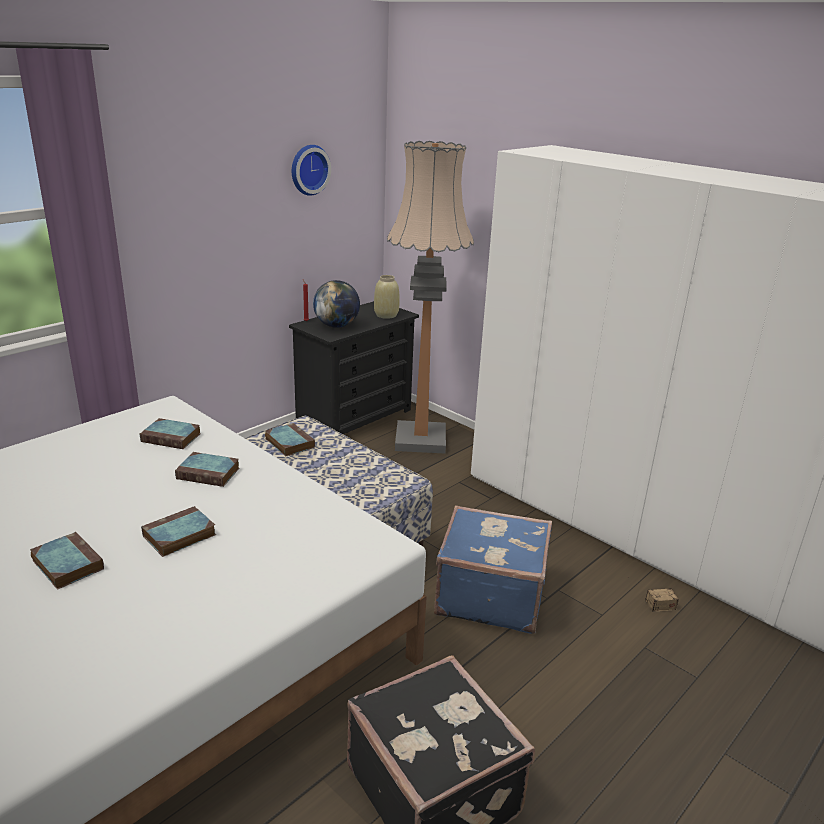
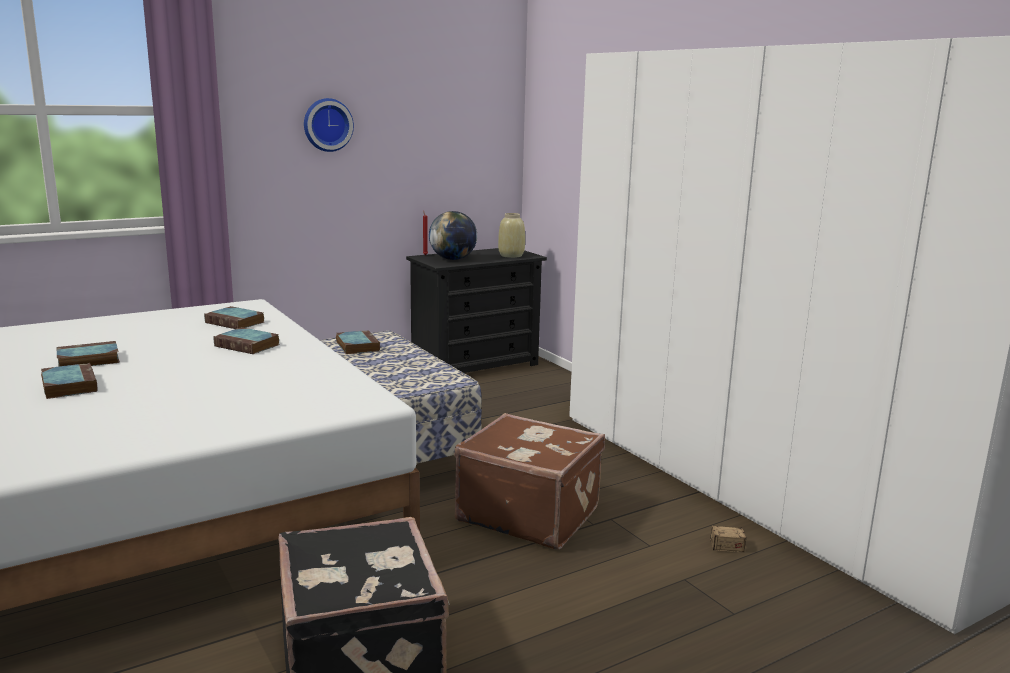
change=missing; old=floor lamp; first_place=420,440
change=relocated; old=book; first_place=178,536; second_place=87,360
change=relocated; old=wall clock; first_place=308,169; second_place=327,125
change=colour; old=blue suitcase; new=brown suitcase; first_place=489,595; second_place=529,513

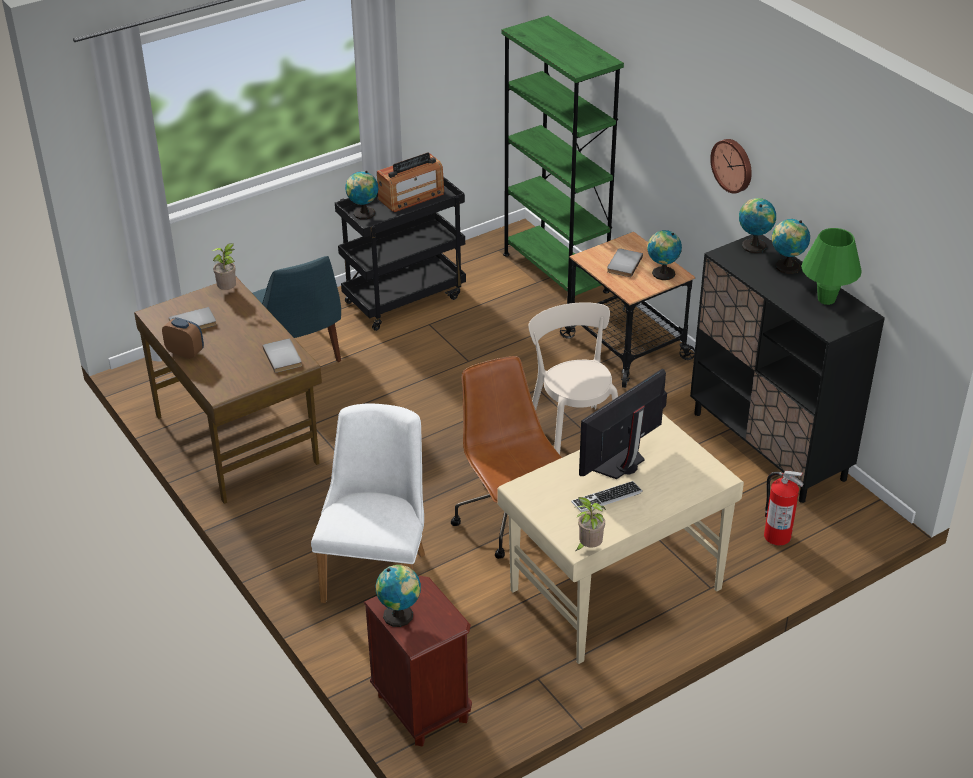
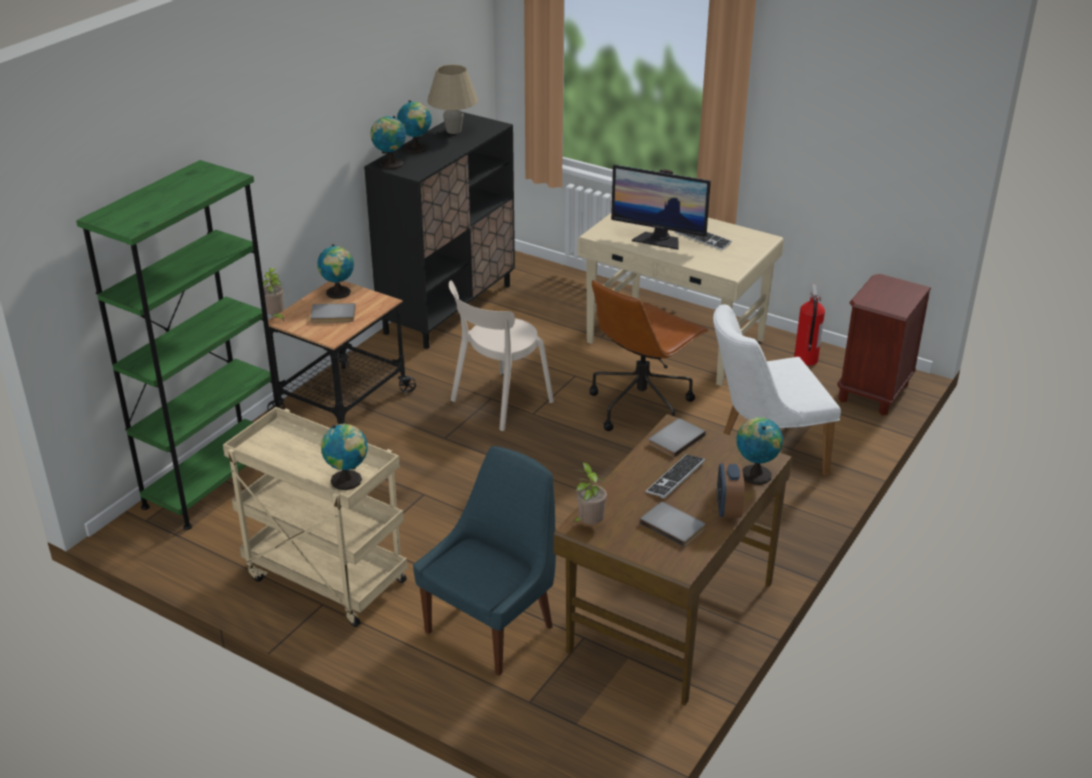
change=missing; old=radio; first_place=411,197
change=missing; old=wall clock; first_place=733,165
change=appeared; new=keyboard; second_place=675,477
change=relocated; old=globe; first_place=400,616; second_place=755,473
change=relocated; old=potted plant; first_place=588,547; second_place=275,317
change=relocated; old=fire extinguisher; first_place=777,536; second_place=805,360
change=colour; old=black cart; new=beige cart; first_place=404,298; second_place=323,580
change=colour; old=green table lamp; new=beige table lamp; first_place=826,299; second_place=453,131

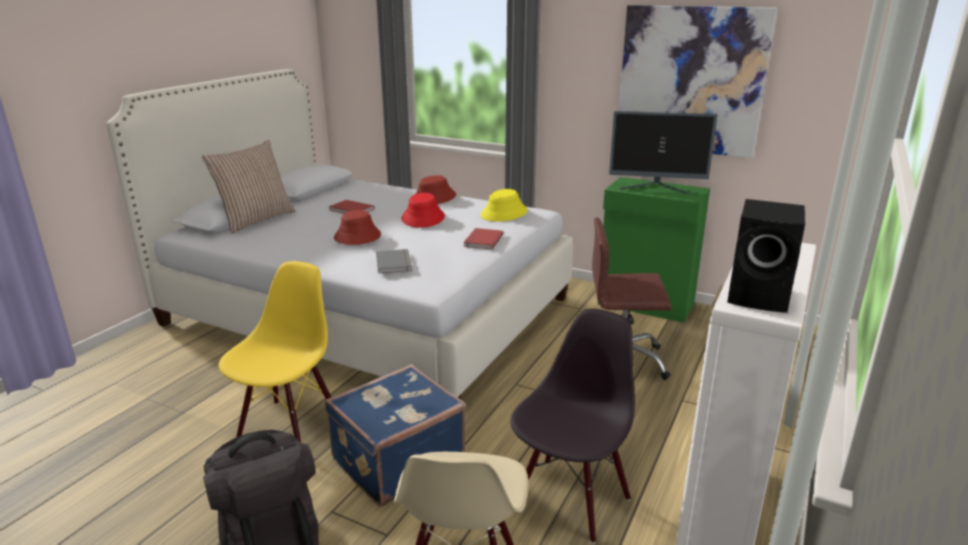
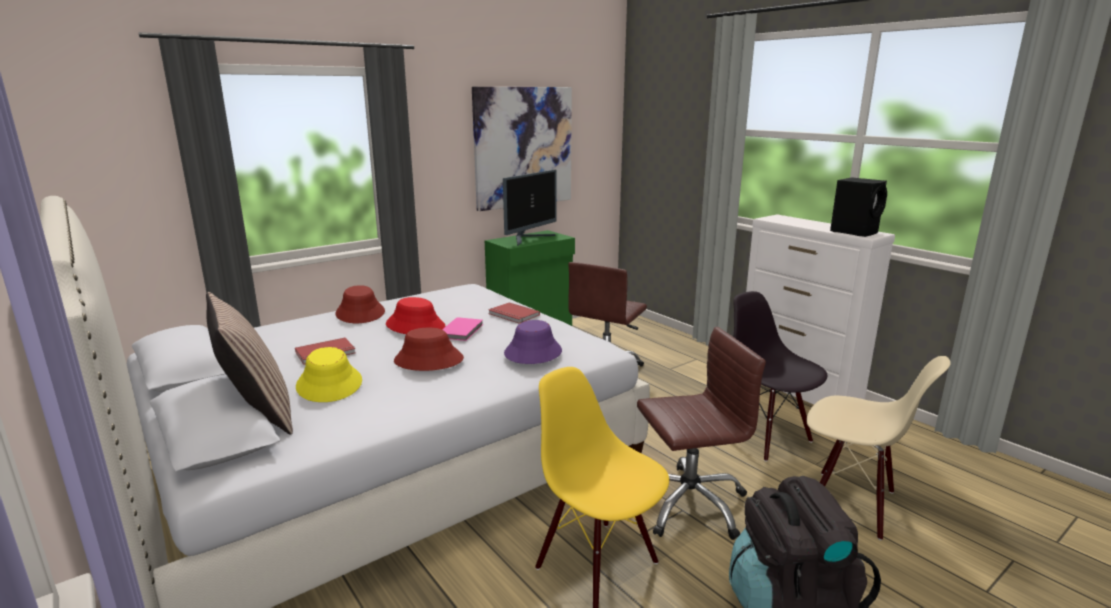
change=appeared; new=pink book; second_place=462,331
change=relocated; old=yellow hat; first_place=504,213; second_place=330,384
change=exchanged; old=blue suitcase; new=brown office chair; first_place=396,461; second_place=688,503
change=exchanged; old=grey book; new=purple hat; first_place=395,263; second_place=533,352

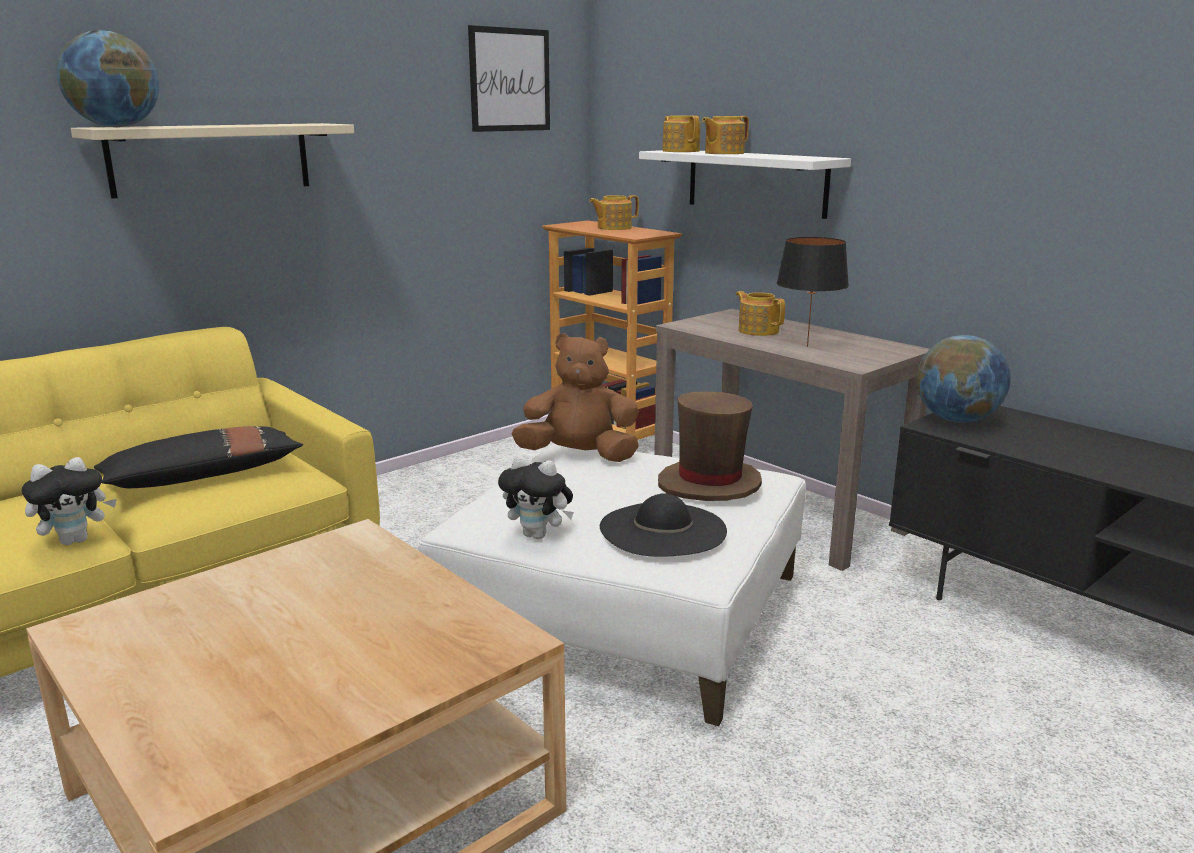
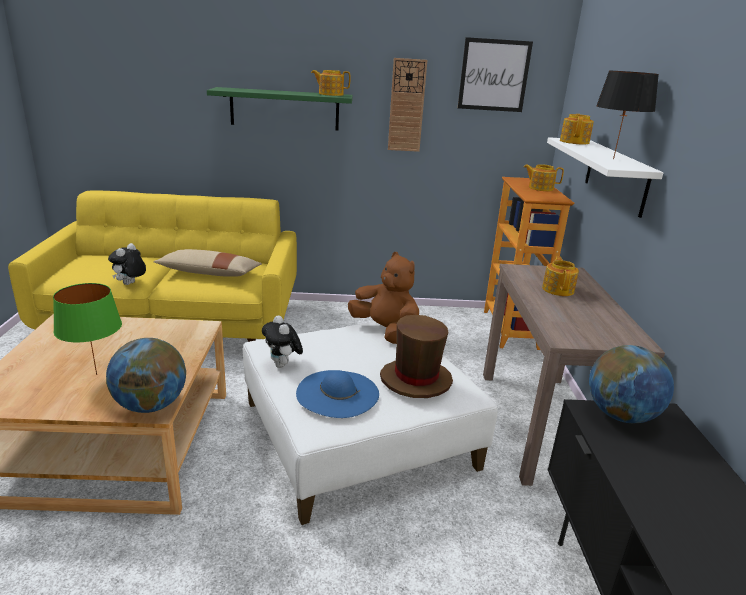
change=appeared; new=green table lamp; second_place=96,375
change=appeared; new=wall clock; second_place=406,106
change=relocated; old=globe; first_place=116,127; second_place=151,405
change=relocated; old=teapot; first_place=723,153; second_place=330,94
change=relocated; old=black table lamp; first_place=806,346; second_place=613,159
change=colour; old=beige shelf; new=green shelf; first_place=211,158; second_place=284,109
change=colour; old=black pillow; new=beige pillow; first_place=204,476; second_place=209,273
change=colour; old=black hat; new=blue hat; first_place=662,529; second_place=337,393
change=spun; old=plush toy; first_place=76,540; second_place=130,284; degrees=105

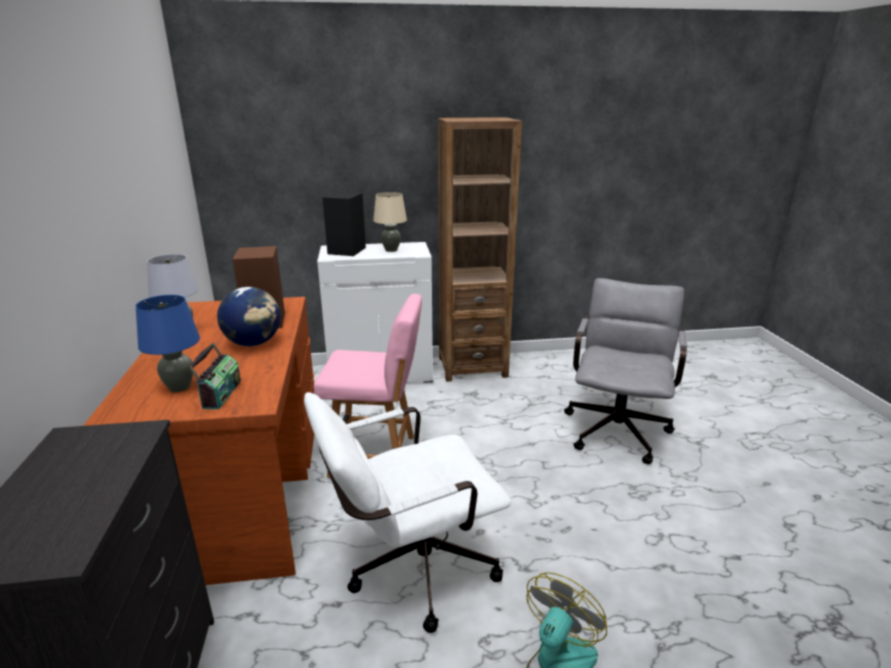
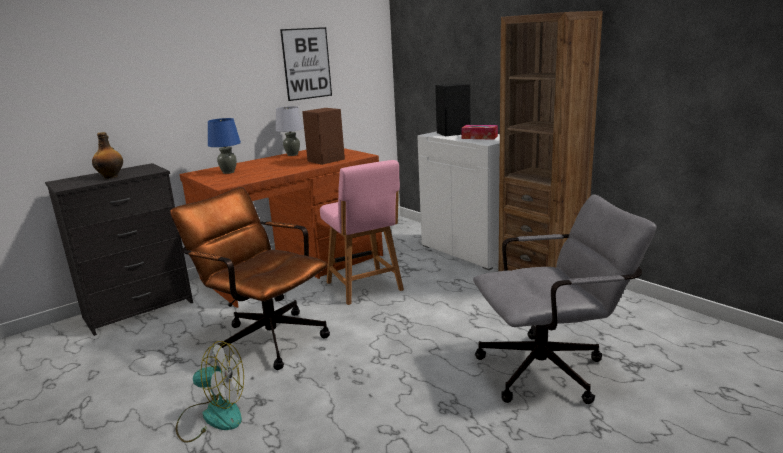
change=missing; old=radio; first_place=220,394
change=missing; old=globe; first_place=254,343
change=appeared; new=bottle; second_place=111,177
change=appeared; new=picture; second_place=306,63
change=exchanged; old=beige table lamp; new=tissue box; first_place=391,250; second_place=479,137
change=colour; old=white office chair; new=brown office chair; first_place=410,570; second_place=265,337

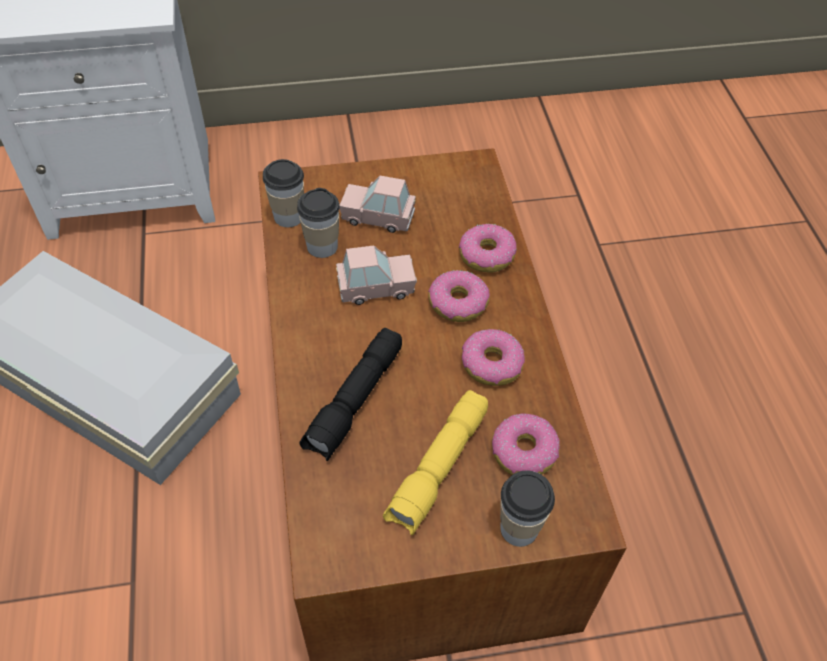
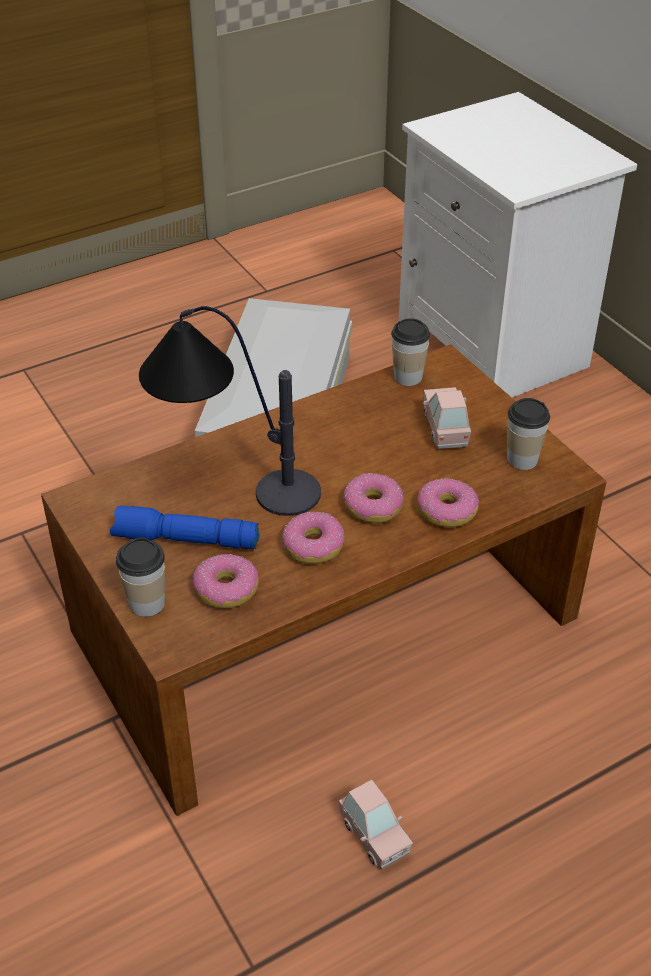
change=relocated; old=cup; first_place=322,246; second_place=522,459
change=relocated; old=pink toy car; first_place=376,288; second_place=374,835
change=exchanged; old=black flashlight; new=table lamp; first_place=356,402; second_place=228,474
change=colour; old=yellow flashlight; new=blue flashlight; first_place=439,469; second_place=184,540

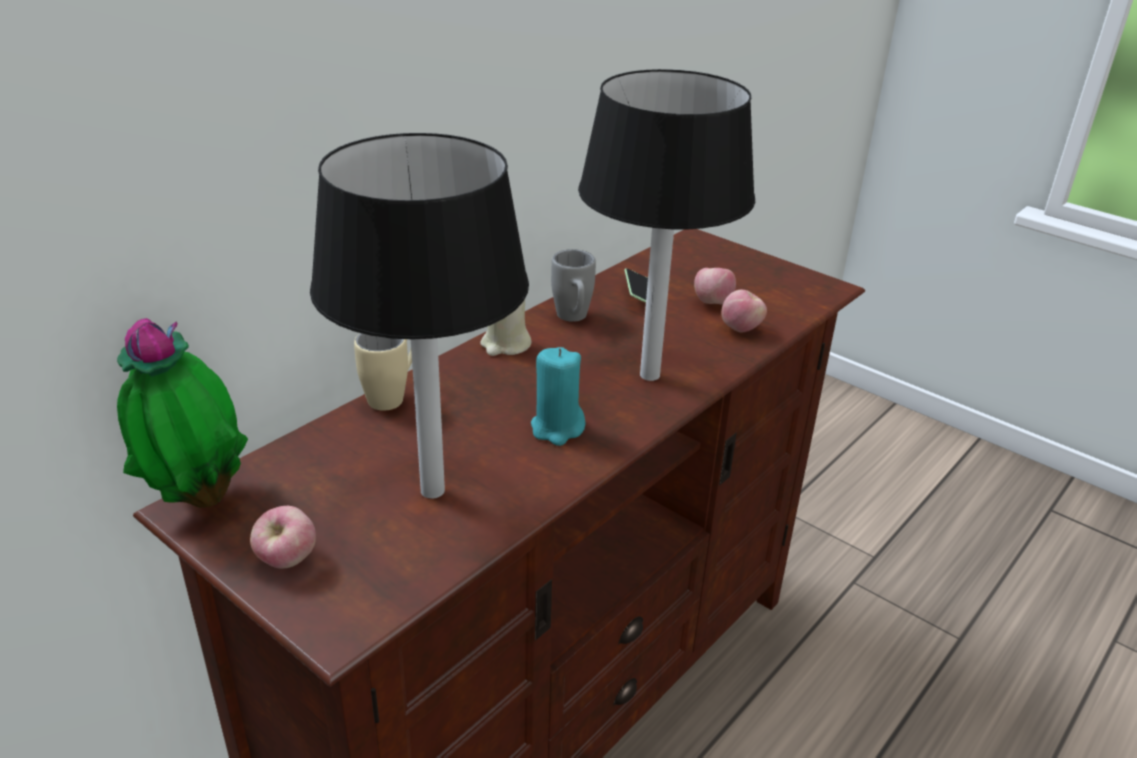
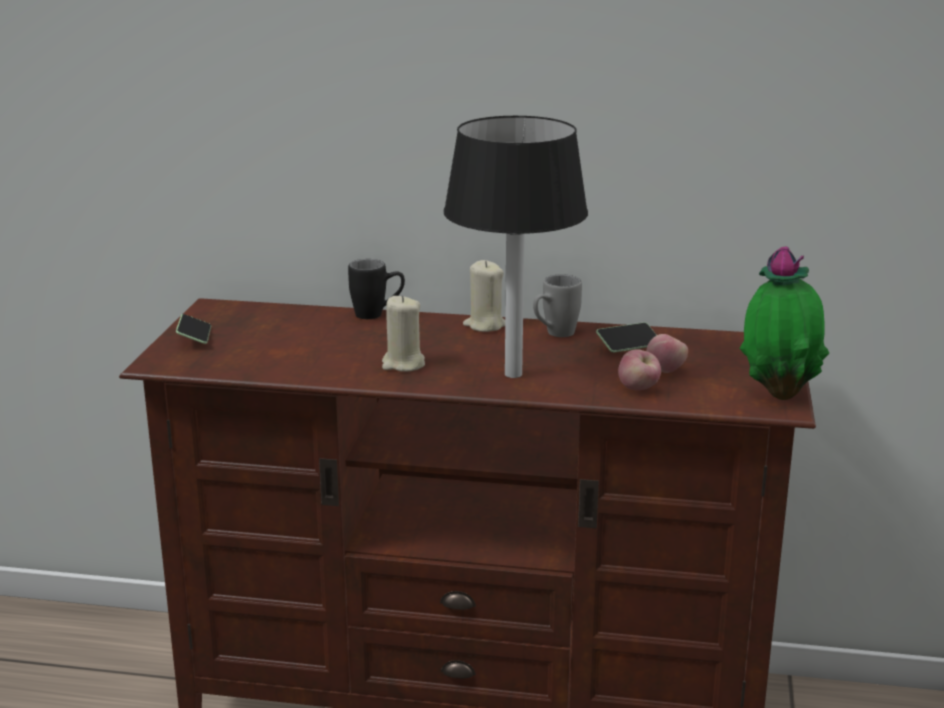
change=missing; old=black table lamp; first_place=432,491
change=relocated; old=potted plant; first_place=198,498; second_place=779,394
change=exchanged; old=apple; new=phone; first_place=287,561; second_place=194,338
change=colour; old=beige mug; new=black mug; first_place=394,395; second_place=377,315
change=colour; old=turquoise candle; new=beige candle; first_place=557,428; second_place=403,364

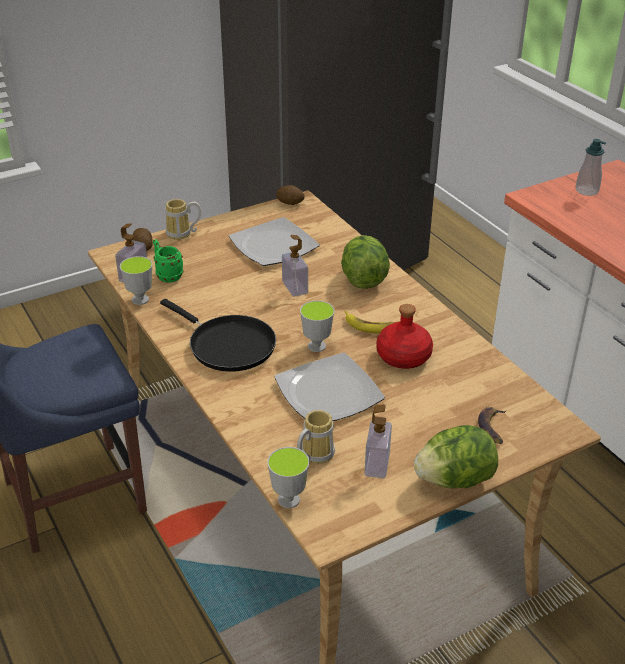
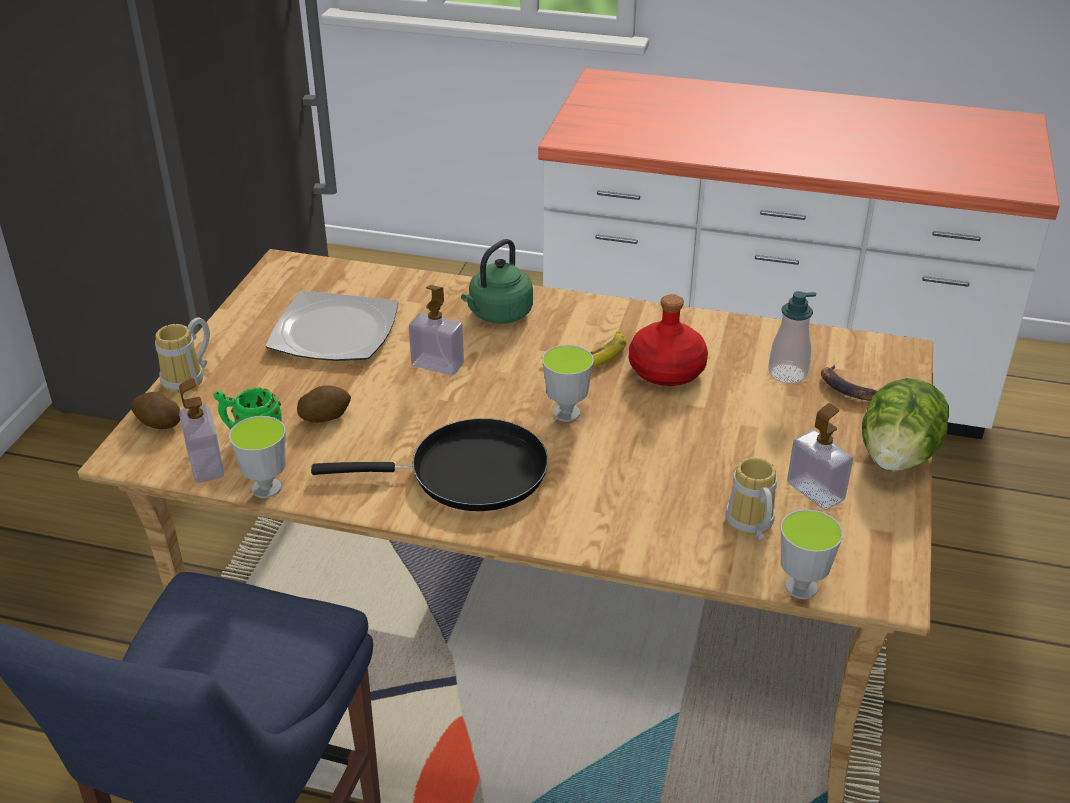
change=missing; old=plate; first_place=329,392
change=relocated; old=potato; first_place=290,202; second_place=325,416
change=relocated; old=soap dispenser; first_place=586,191; second_place=787,373
change=exchanged; old=lettuce; new=green kettle; first_place=363,279; second_place=498,315

